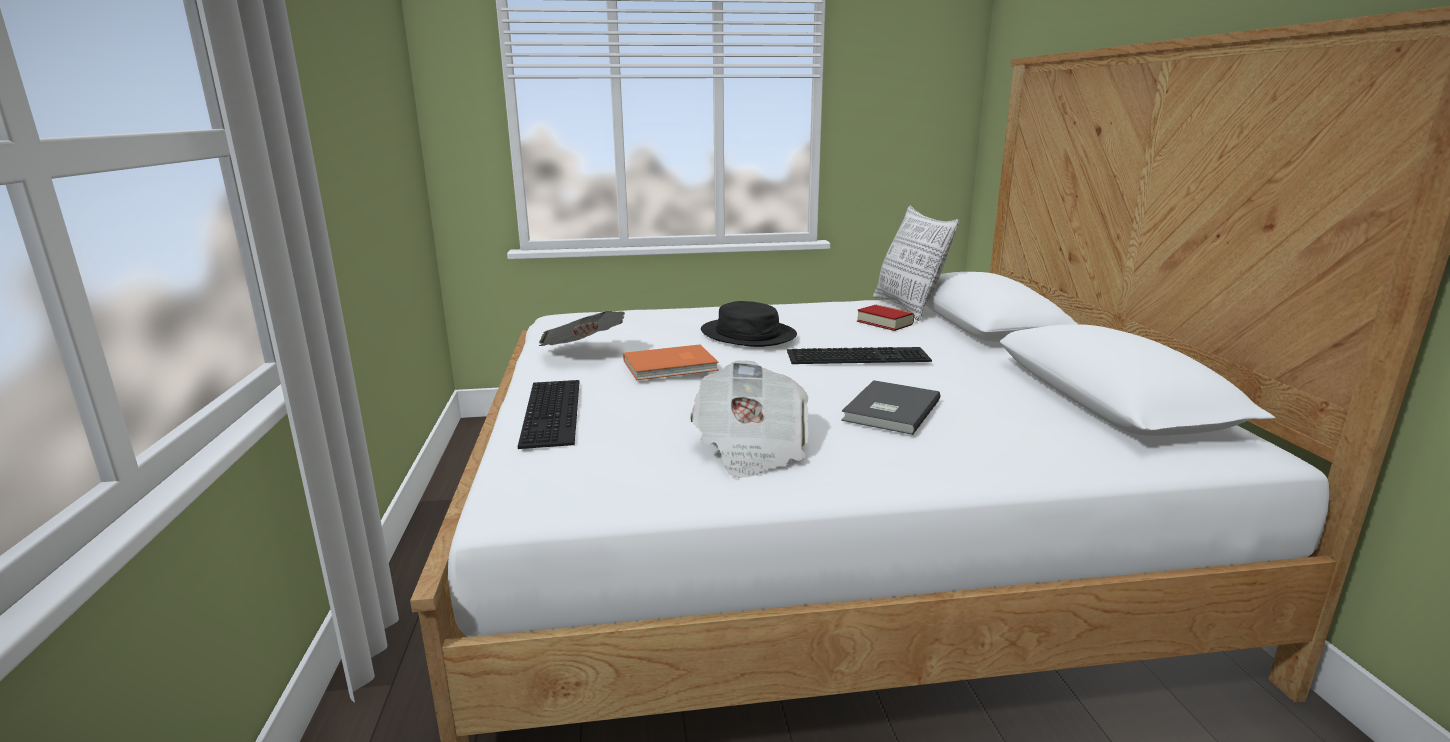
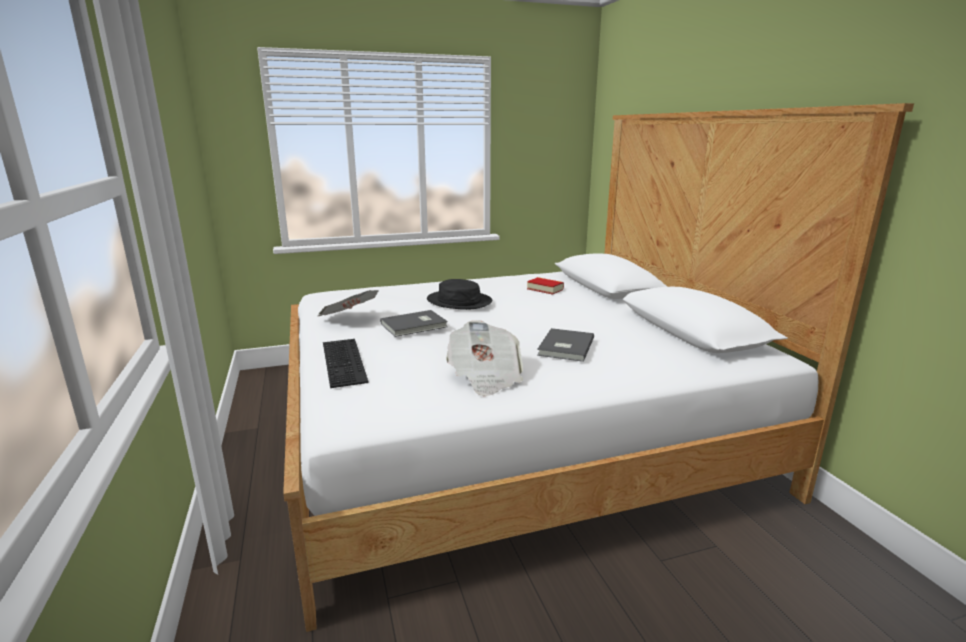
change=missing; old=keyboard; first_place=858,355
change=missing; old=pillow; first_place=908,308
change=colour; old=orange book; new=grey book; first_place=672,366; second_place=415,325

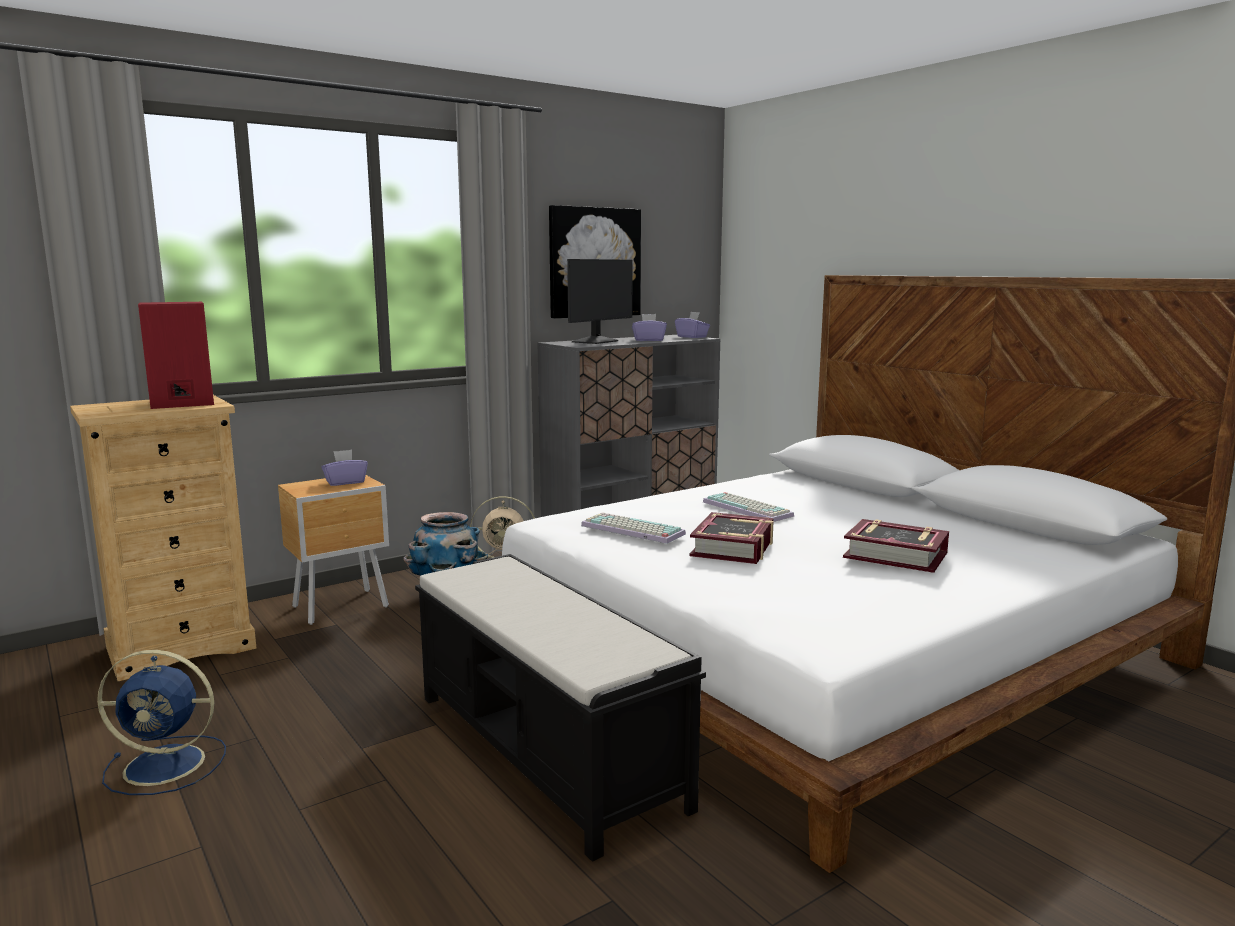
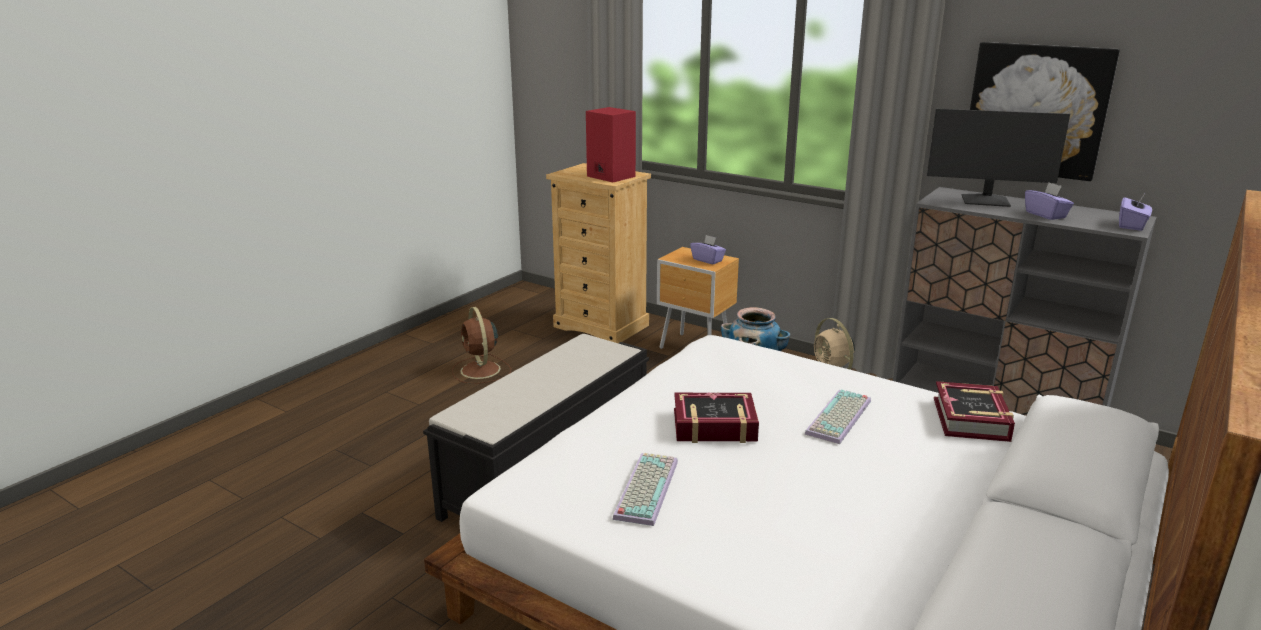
change=relocated; old=keyboard; first_place=630,530; second_place=645,488
change=relocated; old=book; first_place=895,555; second_place=971,419
change=colour; old=blue fan; new=brown fan; first_place=168,765; second_place=481,371

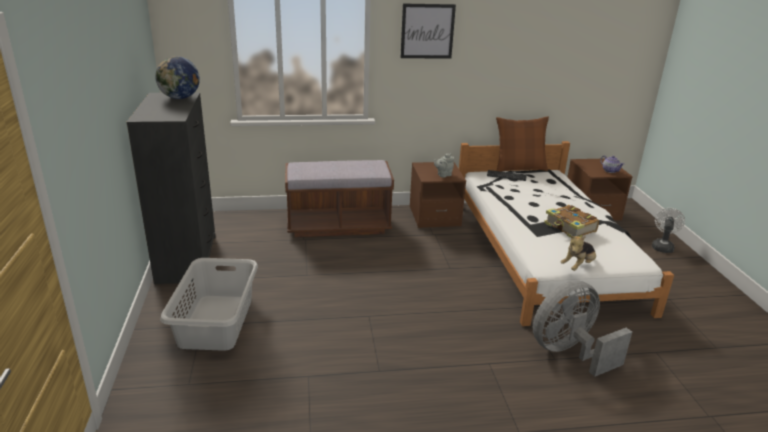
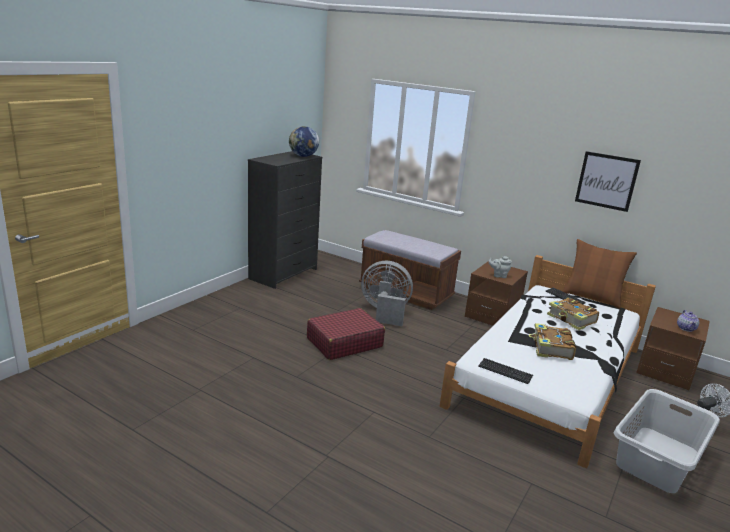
change=appeared; new=red suitcase; second_place=344,343
change=appeared; new=book; second_place=571,320
change=relocated; old=grey laundry basket; first_place=217,321; second_place=658,458
change=relocated; old=picture; first_place=427,31; second_place=606,181
change=relocated; old=grey fan; first_place=569,352; second_place=385,312
change=exchanged; old=plush toy; new=keyboard; first_place=578,266; second_place=505,372

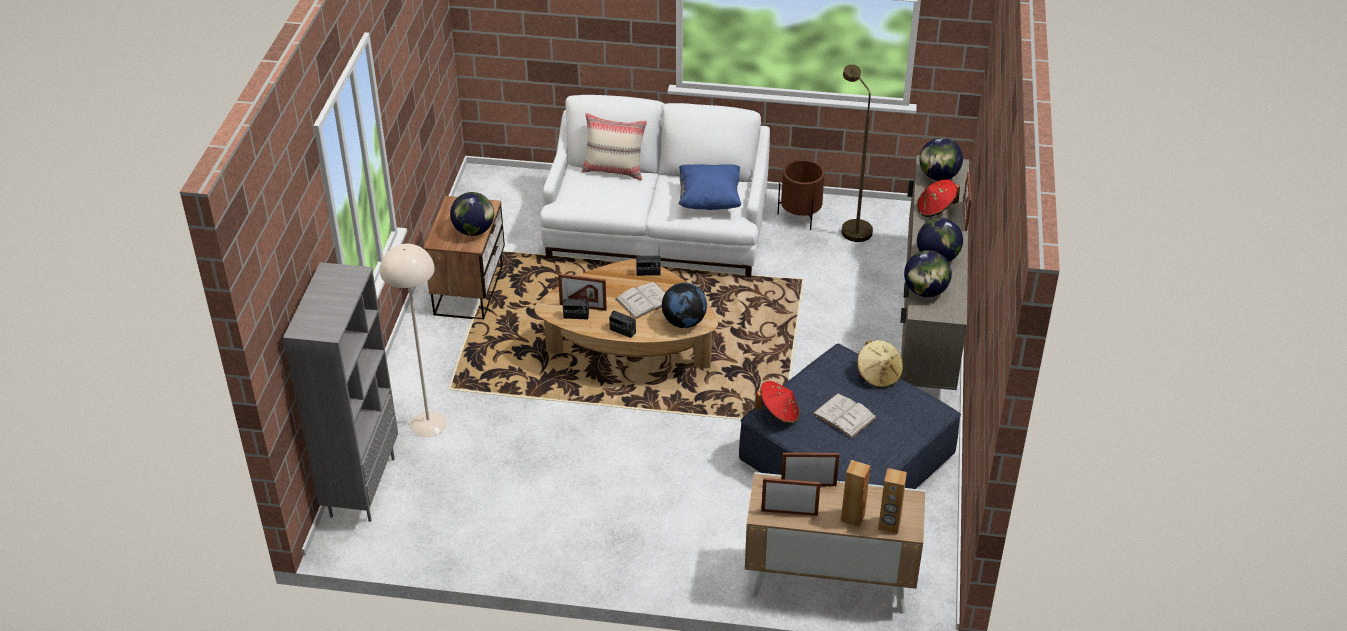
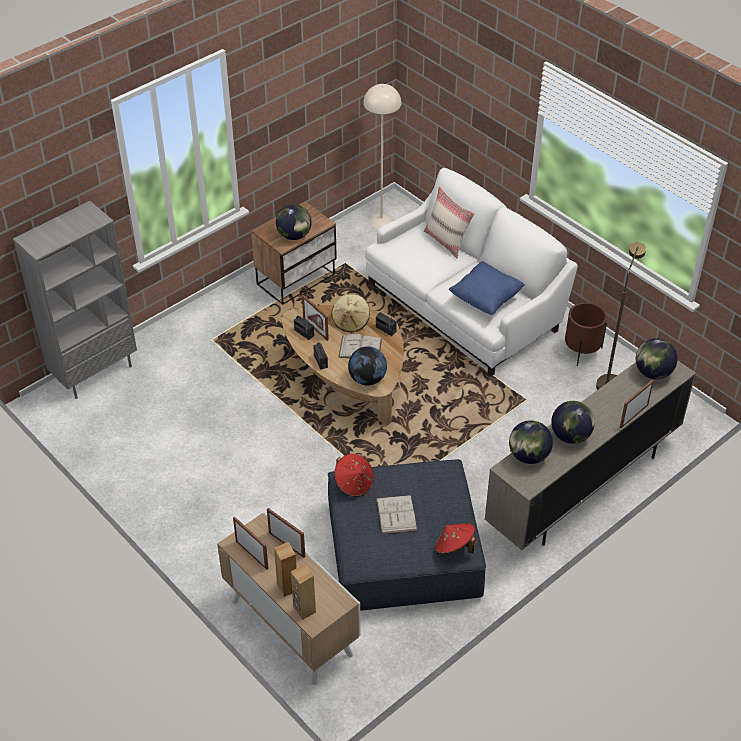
change=relocated; old=beige floor lamp; first_place=428,423; second_place=381,221
change=relocated; old=beige hat; first_place=878,375; second_place=351,321
change=relocated; old=red hat; first_place=935,209; second_place=454,547

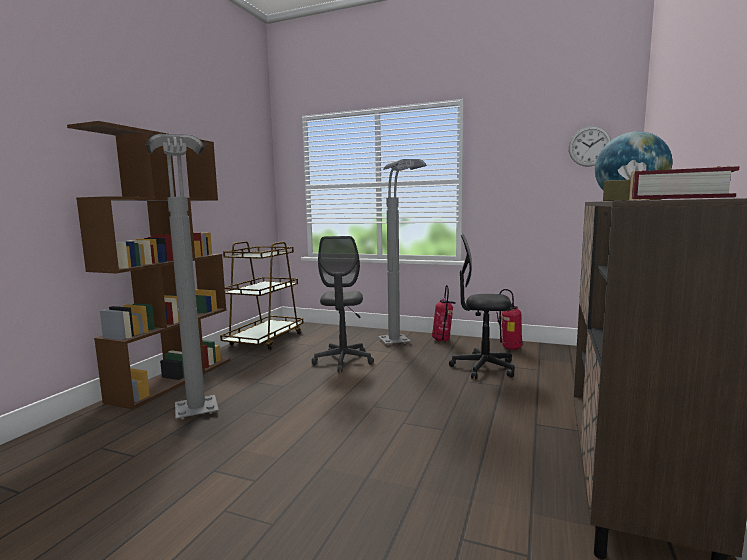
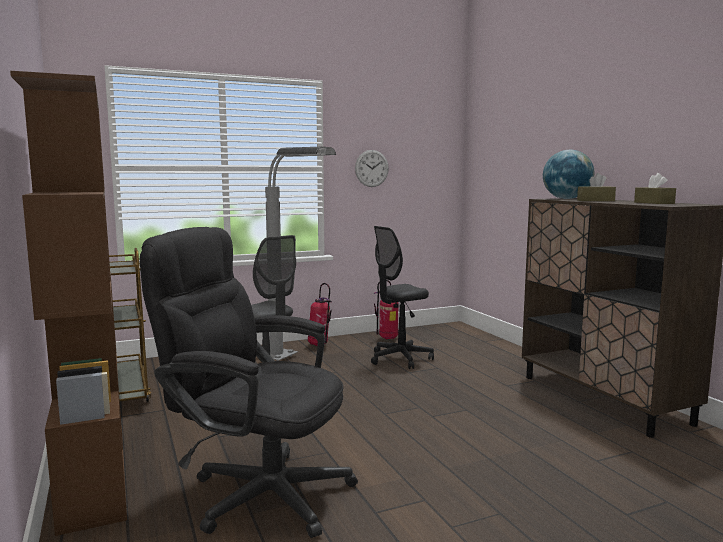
change=relocated; old=wall clock; first_place=589,146; second_place=371,168
change=exchanged; old=grey floor lamp; new=black office chair; first_place=199,422; second_place=257,491
change=exchanged; old=book; new=brown tissue box; first_place=674,199; second_place=654,203

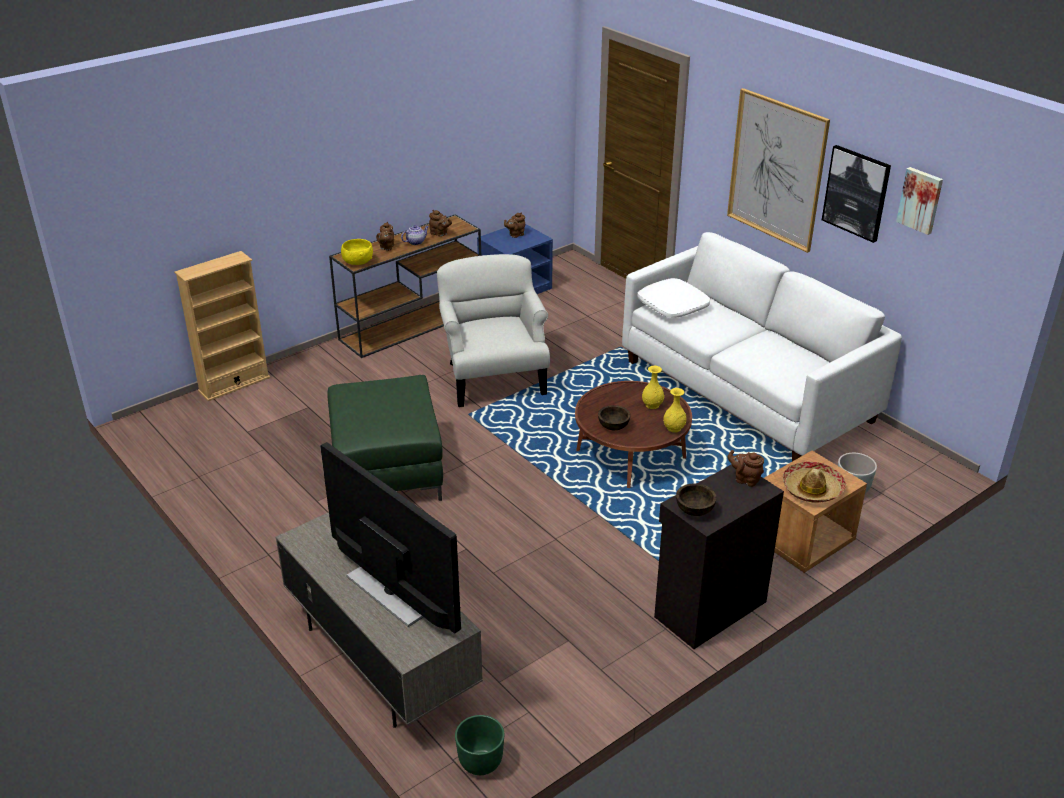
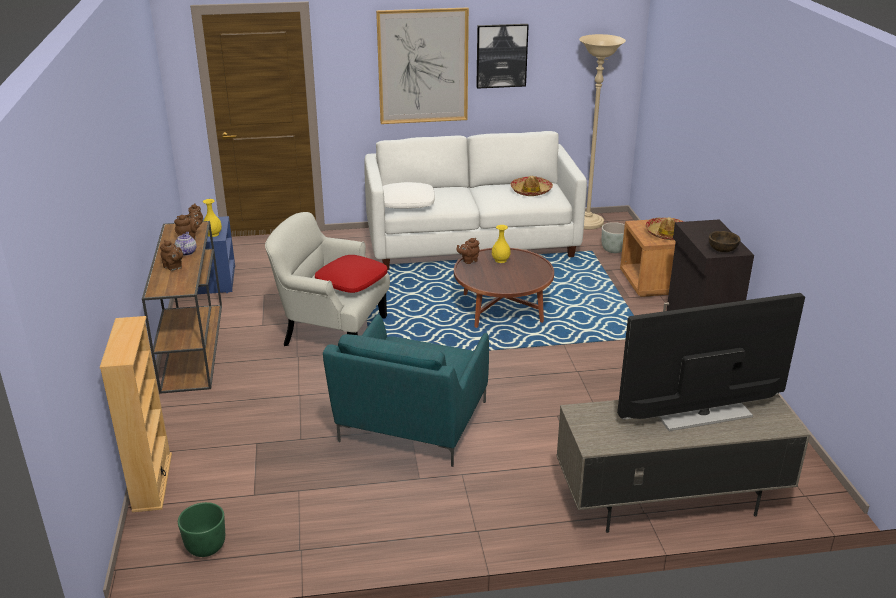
change=missing; old=yellow bowl; first_place=357,262
change=missing; old=brown bowl; first_place=613,426
change=missing; old=picture; first_place=920,200
change=appeared; new=red pillow; second_place=351,281
change=appeared; new=hat; second_place=531,191
change=appeared; new=beige floor lamp; second_place=587,223
change=relocated; old=green planter; first_place=480,762; second_place=205,547
change=relocated; old=yellow vase; first_place=674,428; second_place=213,234
change=relocated; old=brown teapot; first_place=745,479; second_place=468,261
change=exchanged; old=green ottoman; new=turquoise armchair; first_place=387,470; second_place=411,425

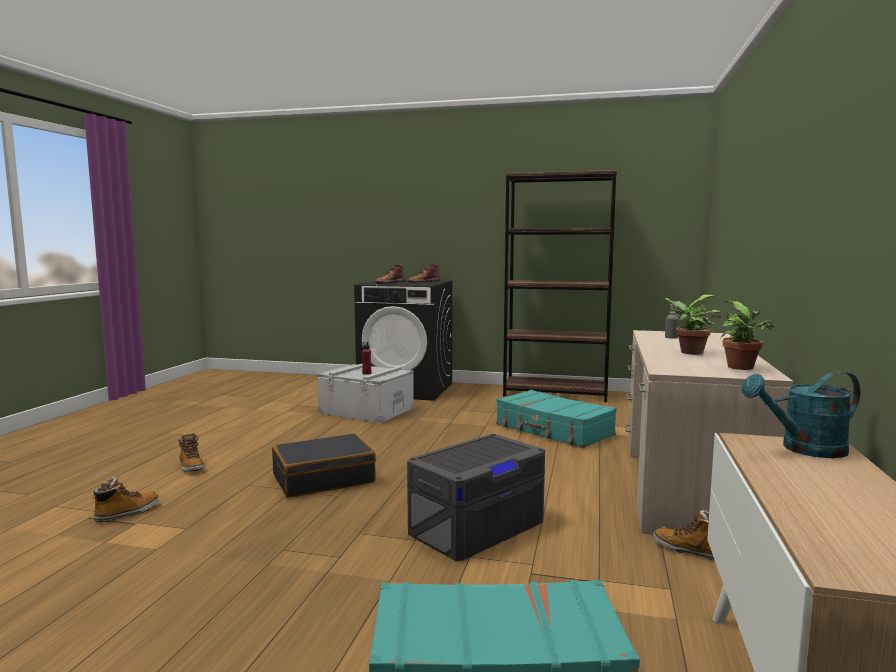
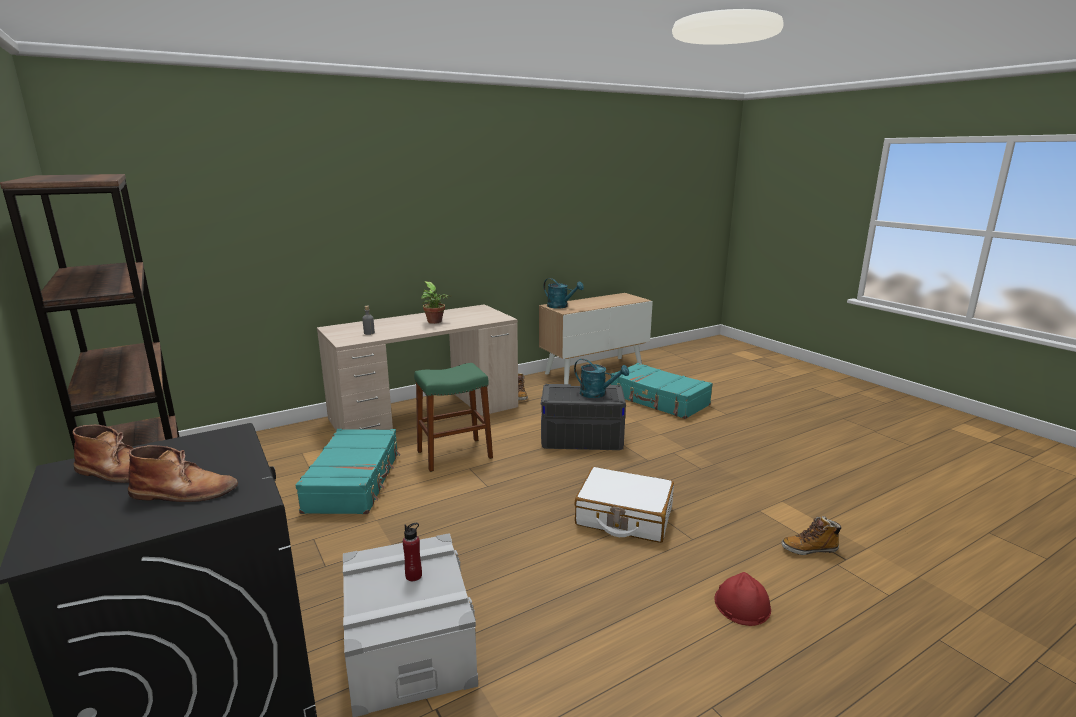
change=missing; old=potted plant; first_place=743,368
change=appeared; new=green stool; second_place=454,454
change=appeared; new=turquoise watering can; second_place=597,394
change=exchanged; old=boot; new=red hard hat; first_place=191,466; second_place=742,604
change=colour; old=black suitcase; new=white suitcase; first_place=323,478; second_place=624,516

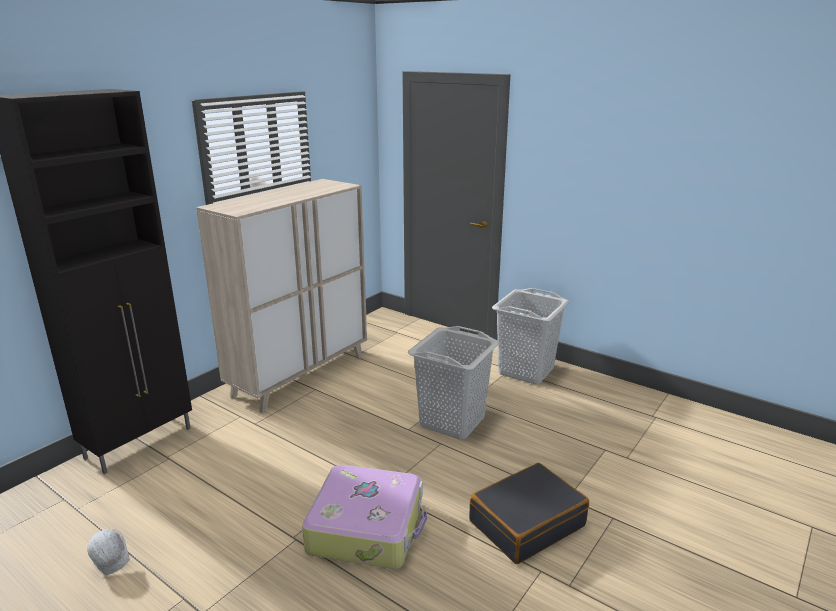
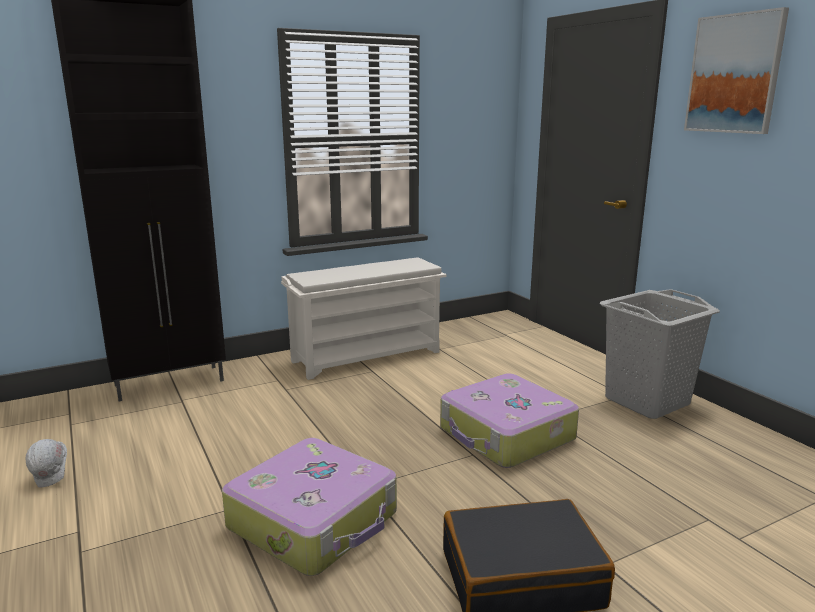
change=appeared; new=picture; second_place=734,74
change=exchanged; old=beige cabinet; new=white shoe rack; first_place=300,375; second_place=367,356
change=exchanged; old=grey laundry basket; new=suitcase; first_place=453,421; second_place=506,435

